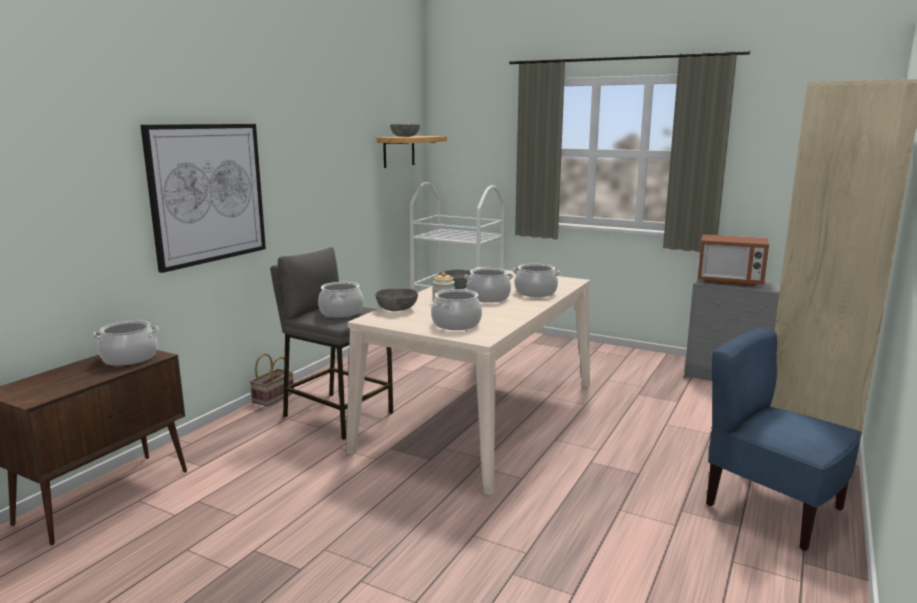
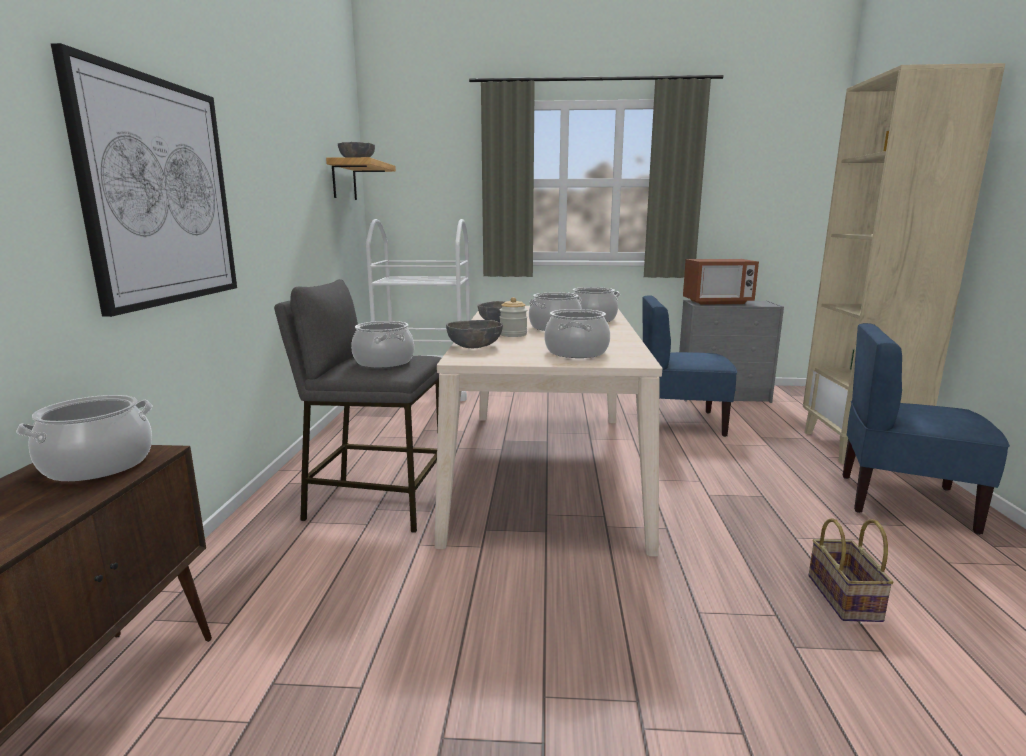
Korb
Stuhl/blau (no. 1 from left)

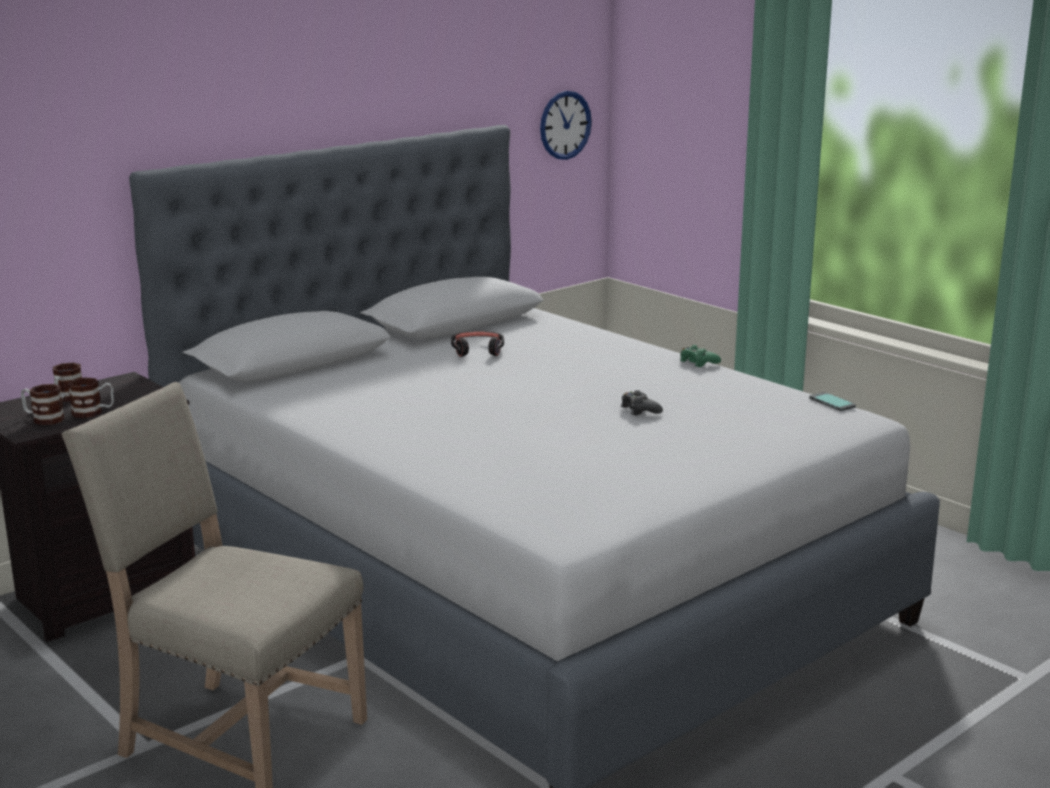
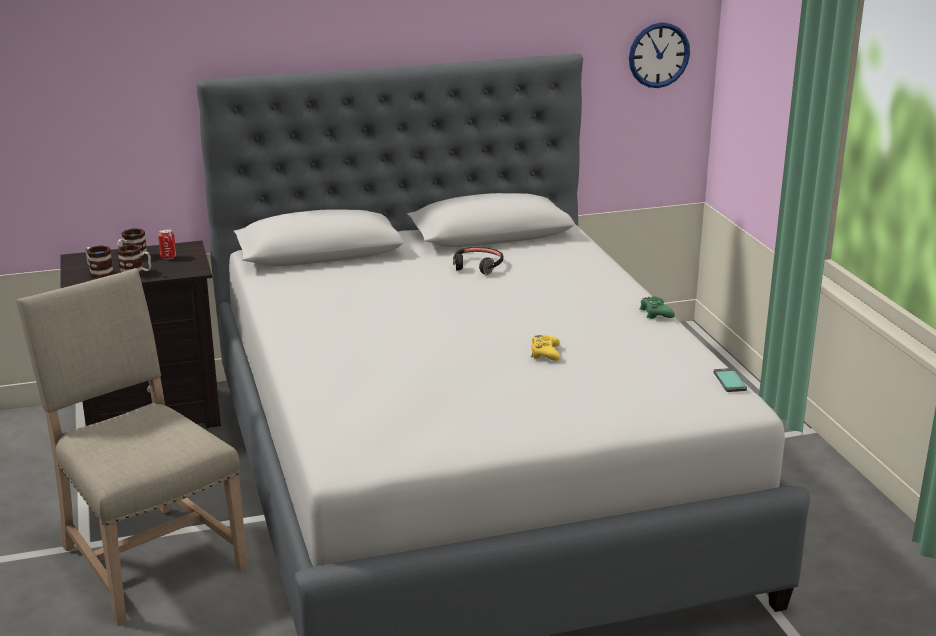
Gamepad/gelb
Dose

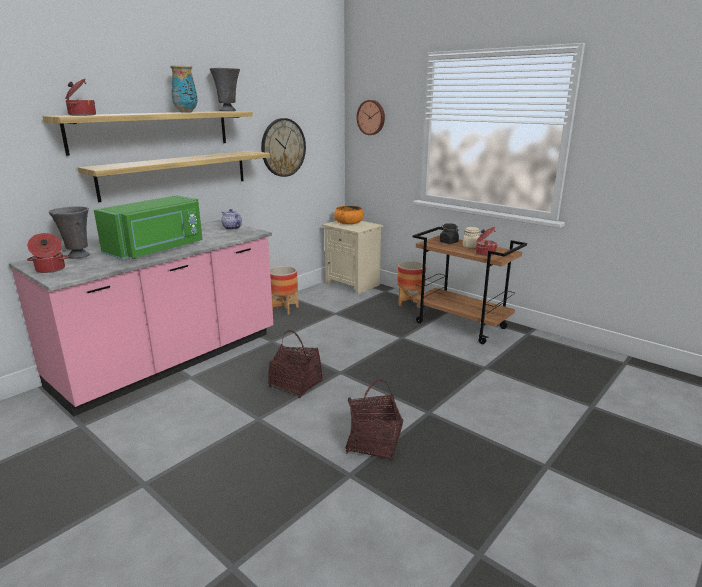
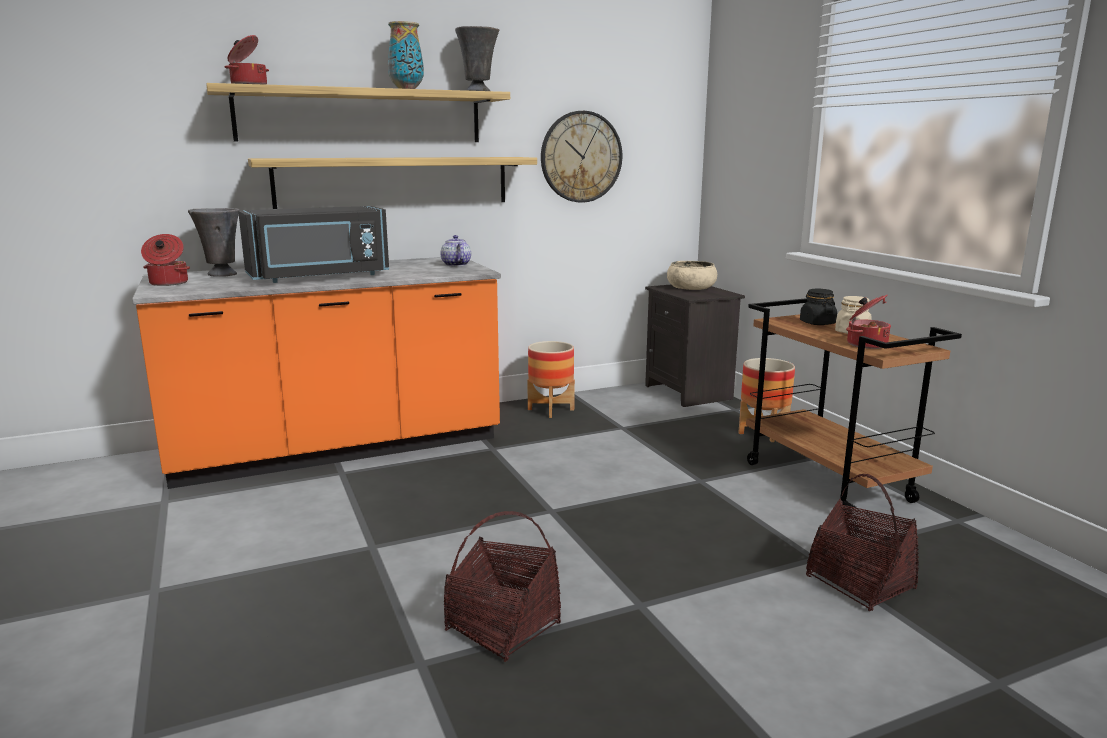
Küchenzeile/orange
Mikrowelle/schwarz
Korb (no. 2 from left)
Nachttisch/schwarz
Schüssel/beige
Wanduhr (no. 2 from left in the first image)

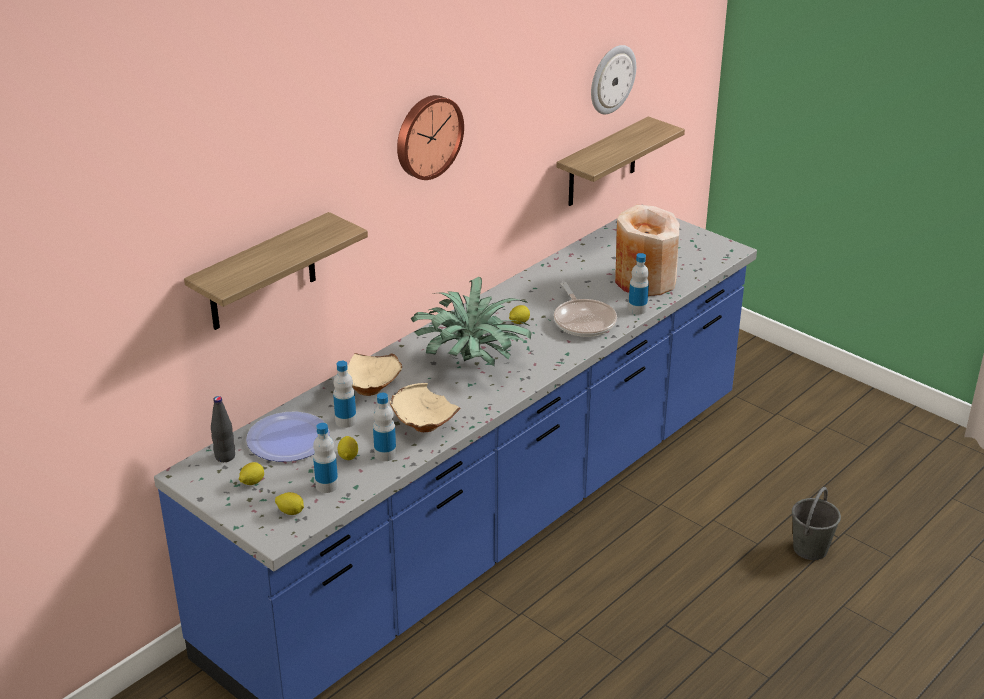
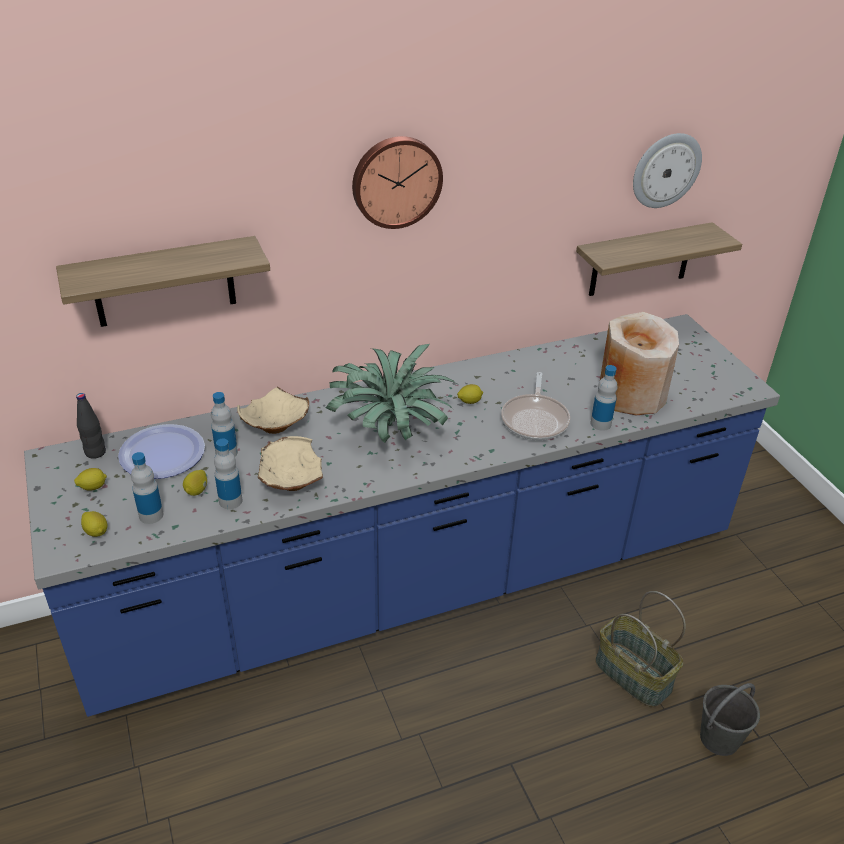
Korb

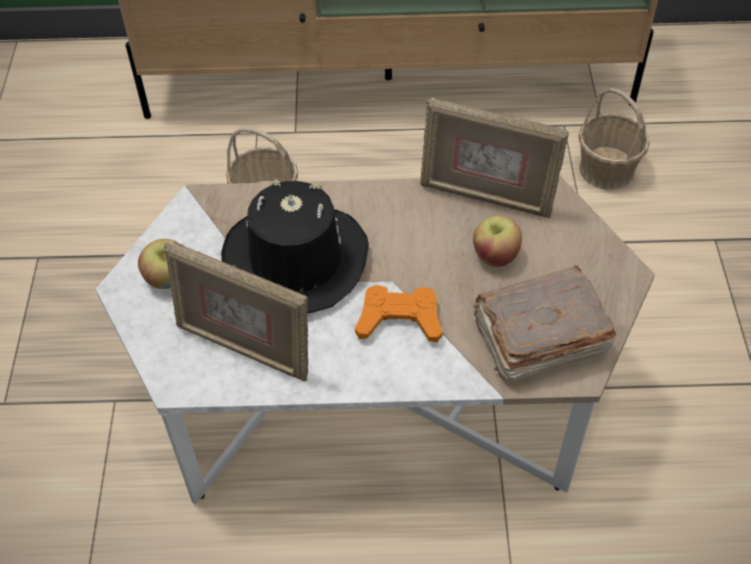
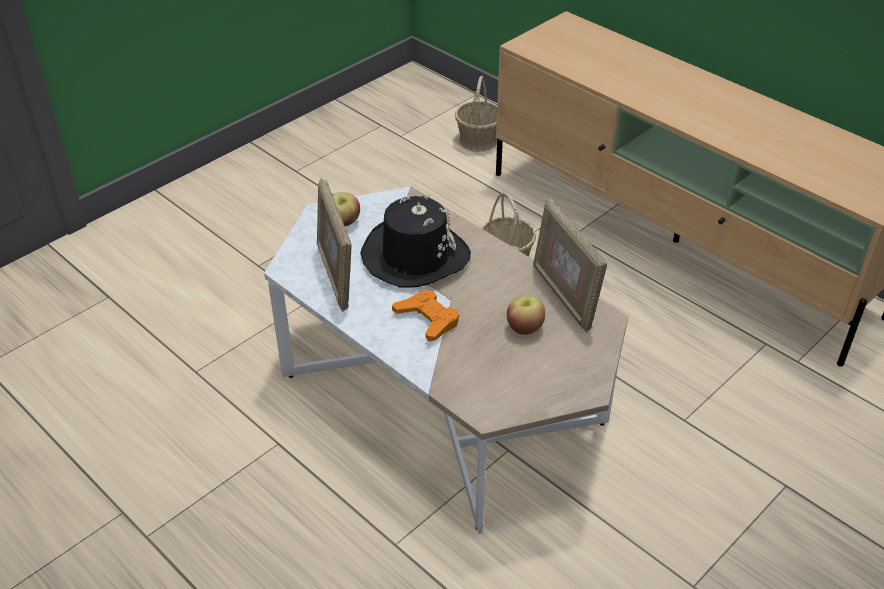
Buch/braun
Korb (no. 1 from left)

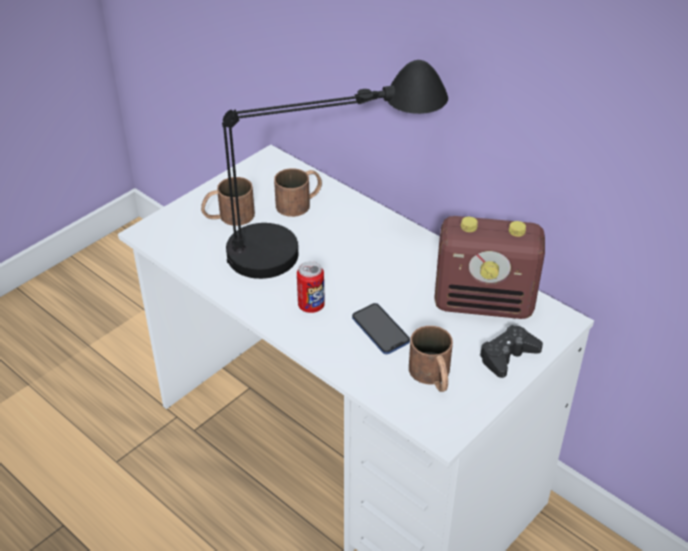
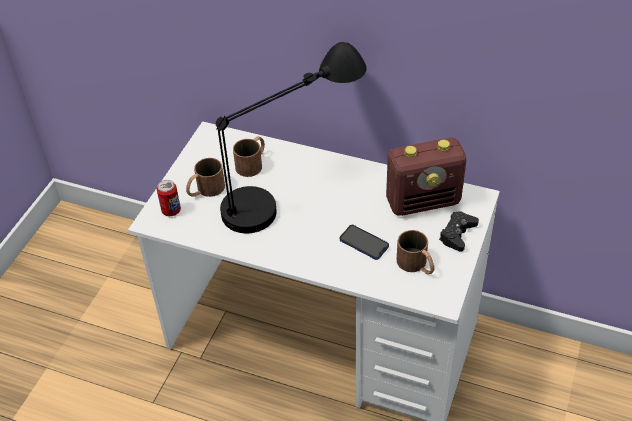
Dose

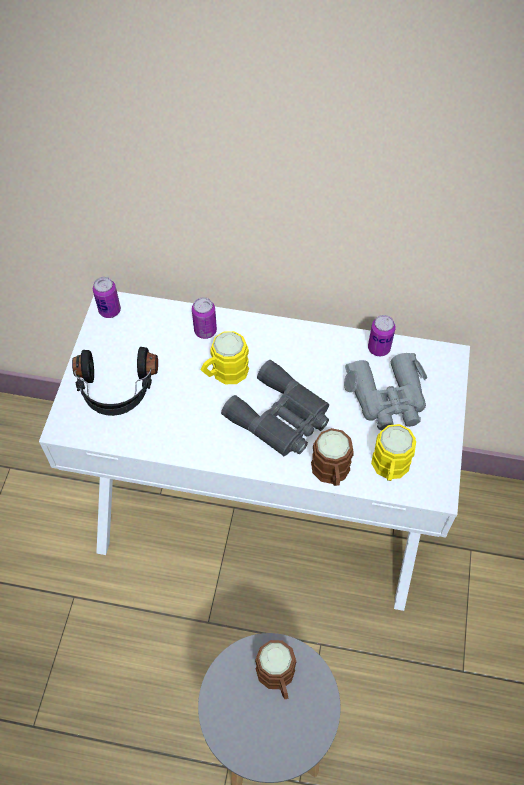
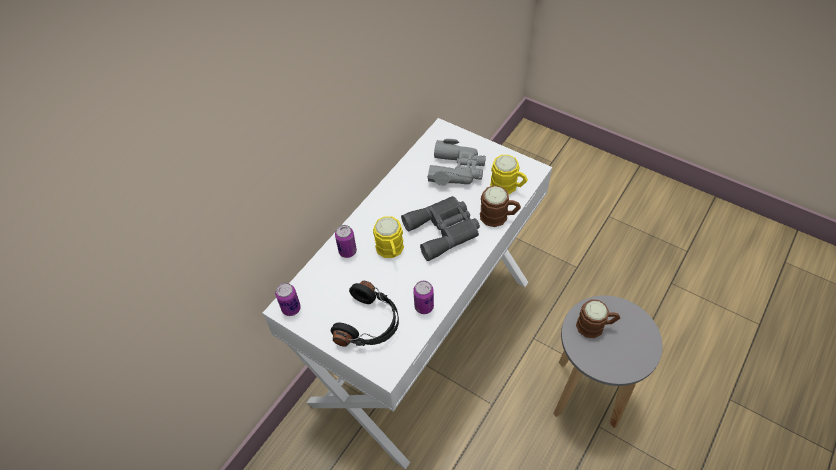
Dose (no. 3 from left)

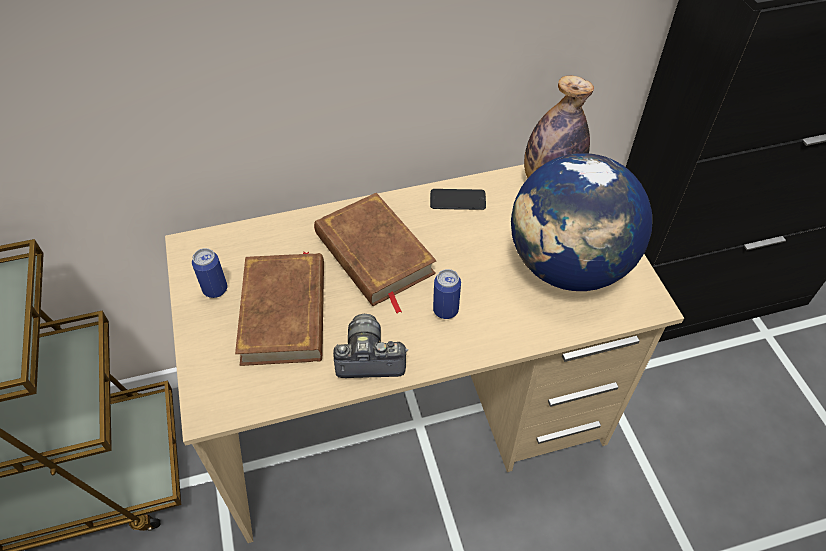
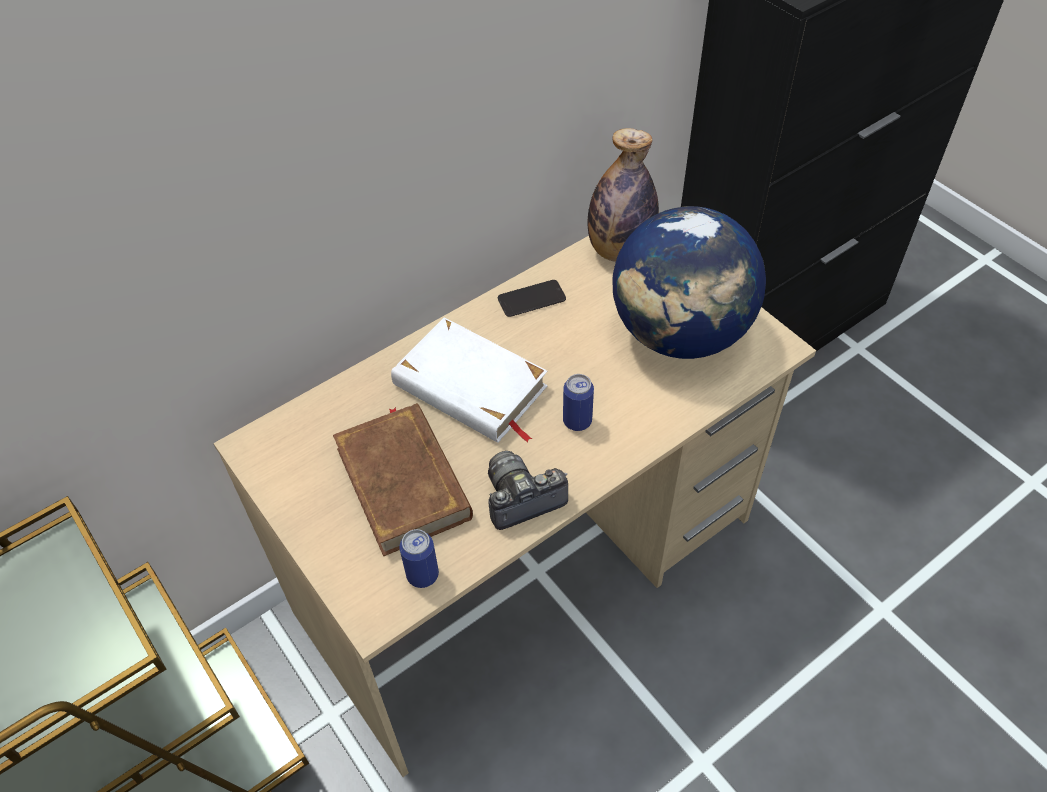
Dose (no. 1 from left)
Buch/weiß

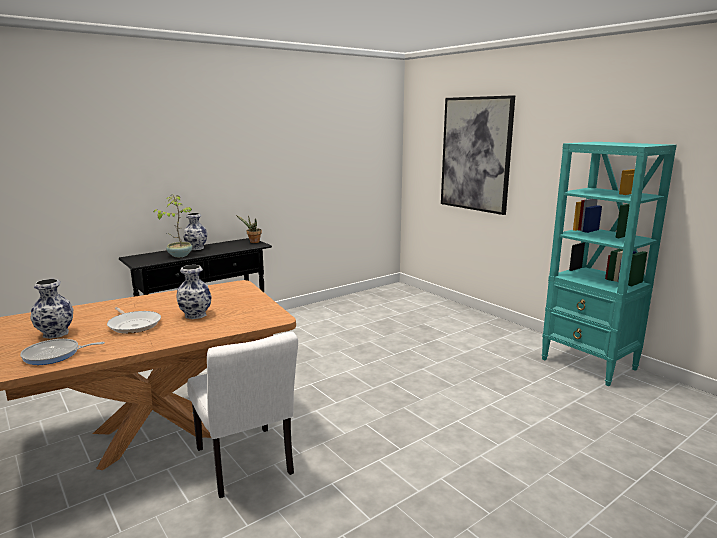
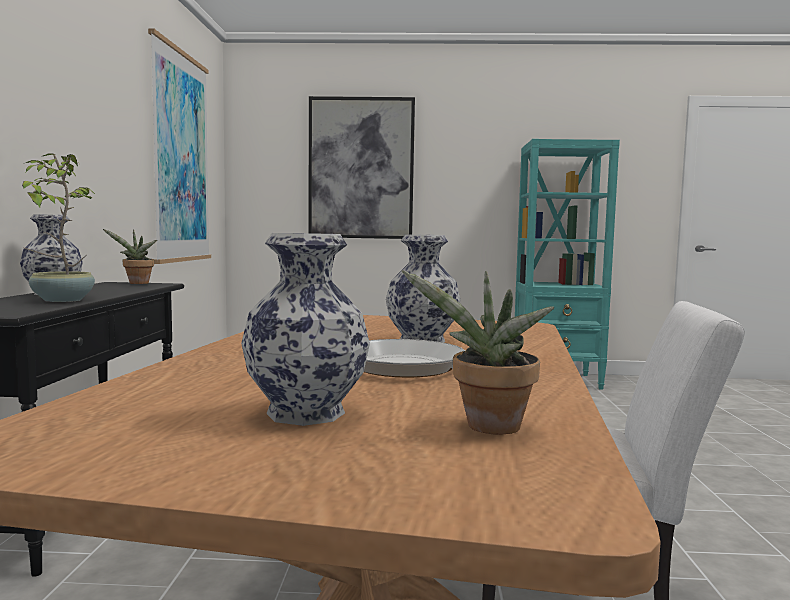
Topfpflanze (no. 3 from left)
Bild (no. 1 from left)

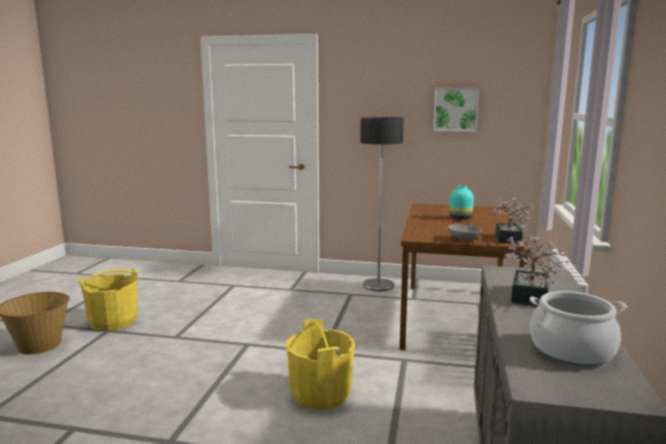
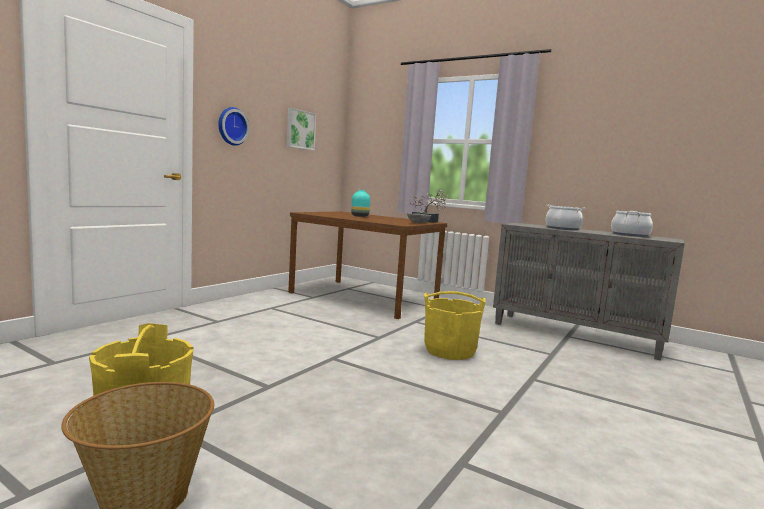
Stehlampe
Kochtopf (no. 1 from left)
Wanduhr

